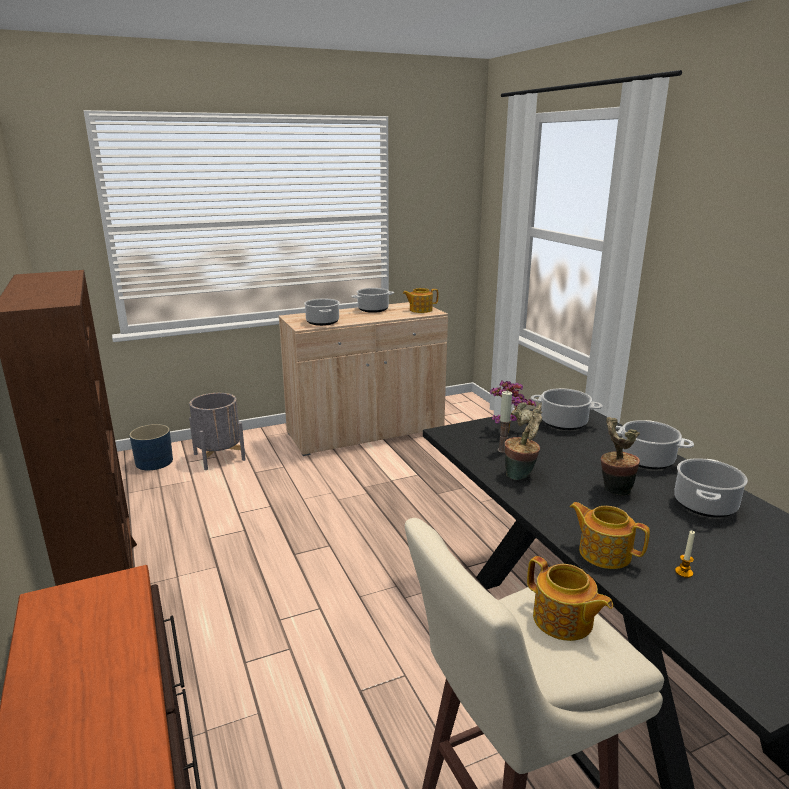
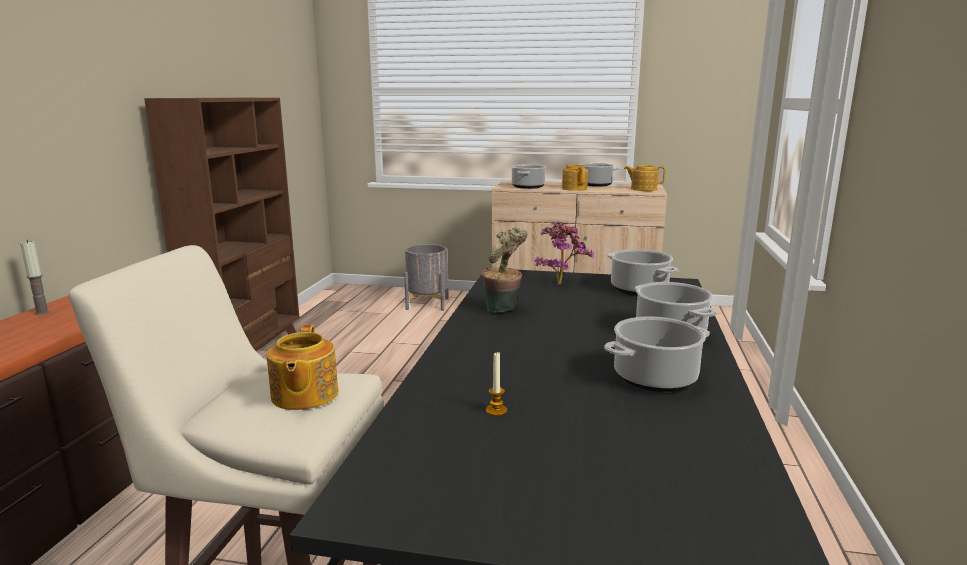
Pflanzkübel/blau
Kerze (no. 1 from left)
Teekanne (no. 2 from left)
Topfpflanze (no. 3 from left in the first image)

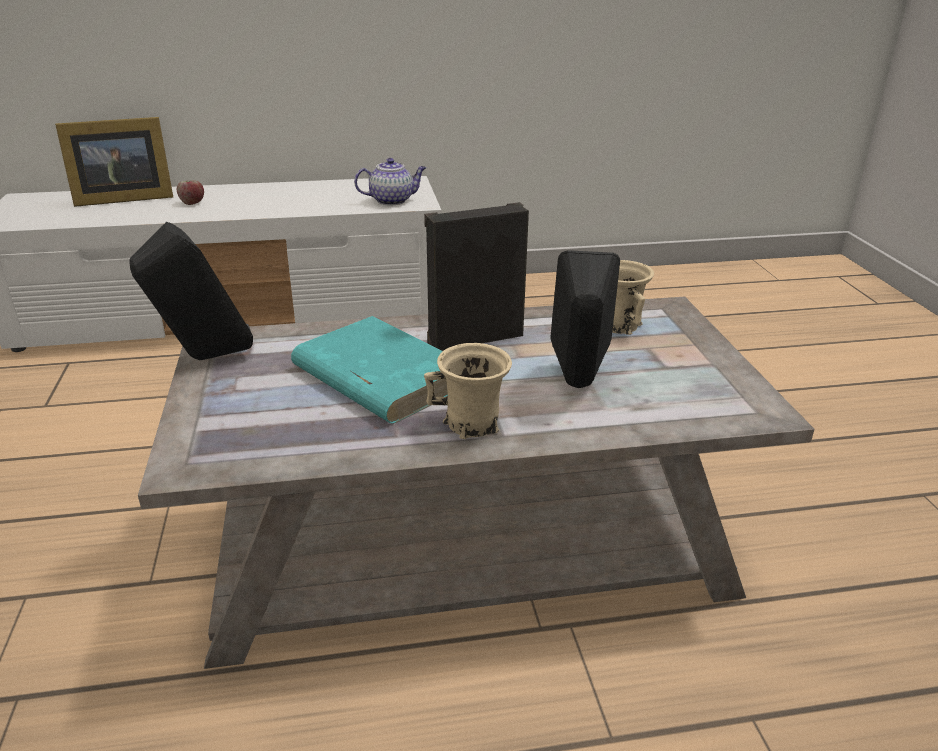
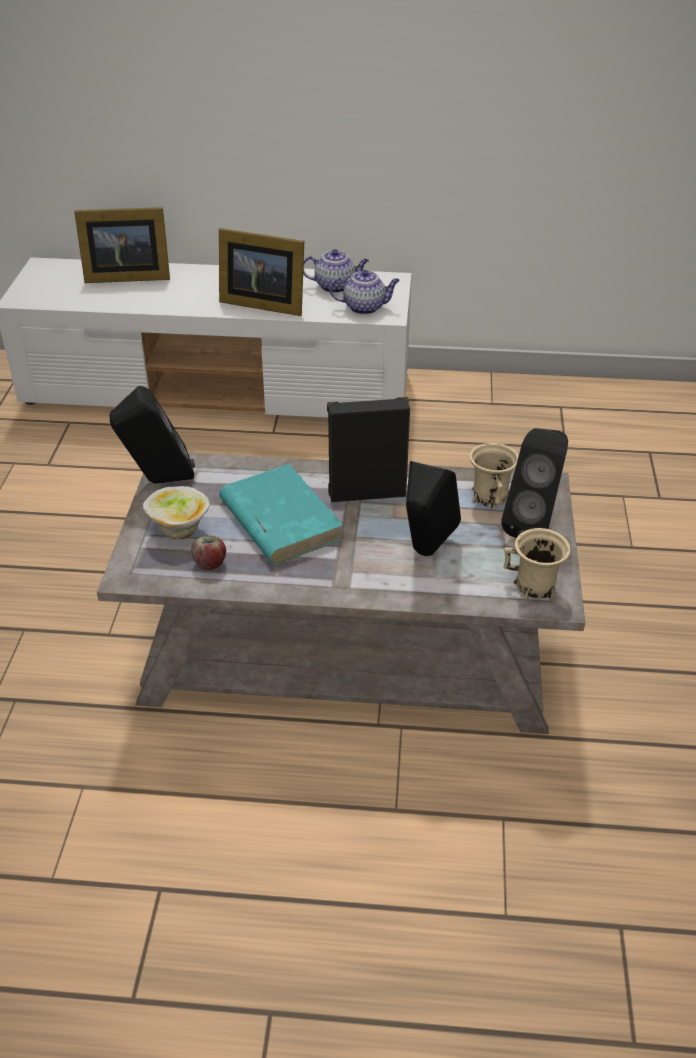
Apfel
Henkelbecher/beige (no. 2 from left)
Schüssel
Bilderrahmen (no. 2 from left)
Teekanne (no. 1 from left)
Lautsprecher/schwarz (no. 4 from left)

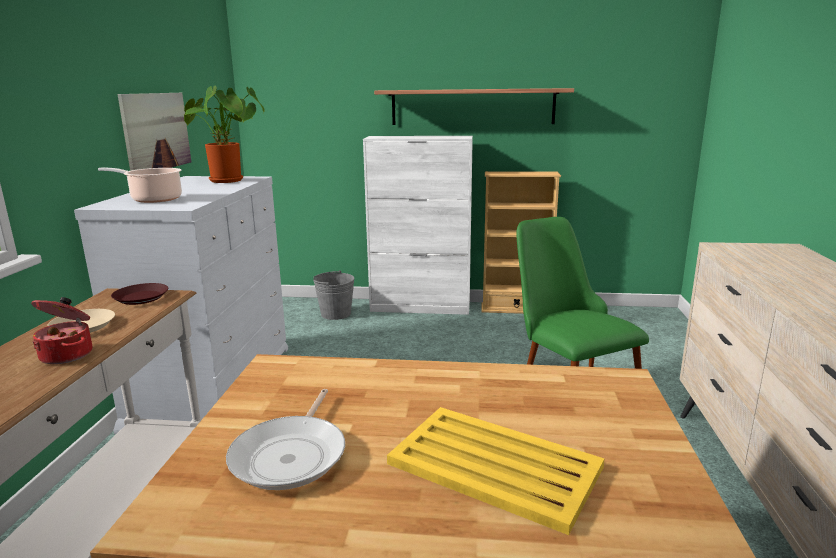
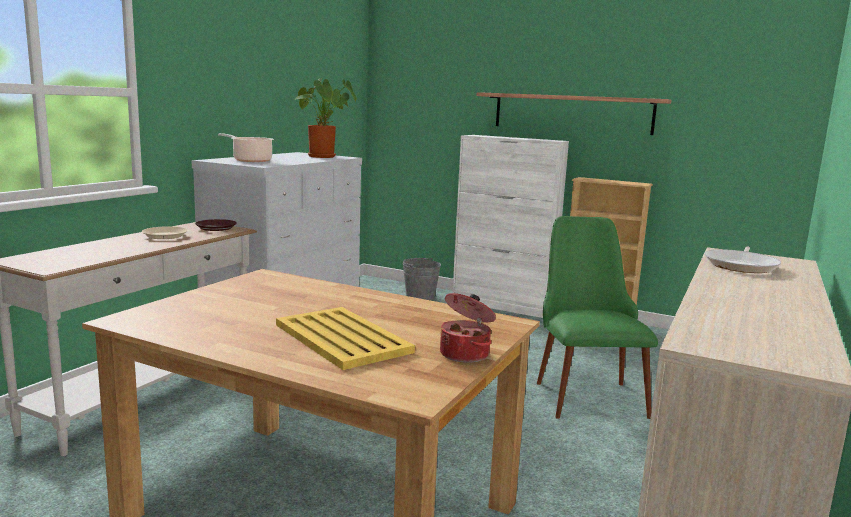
Kochtopf (no. 2 from left)
Bild
Pfanne

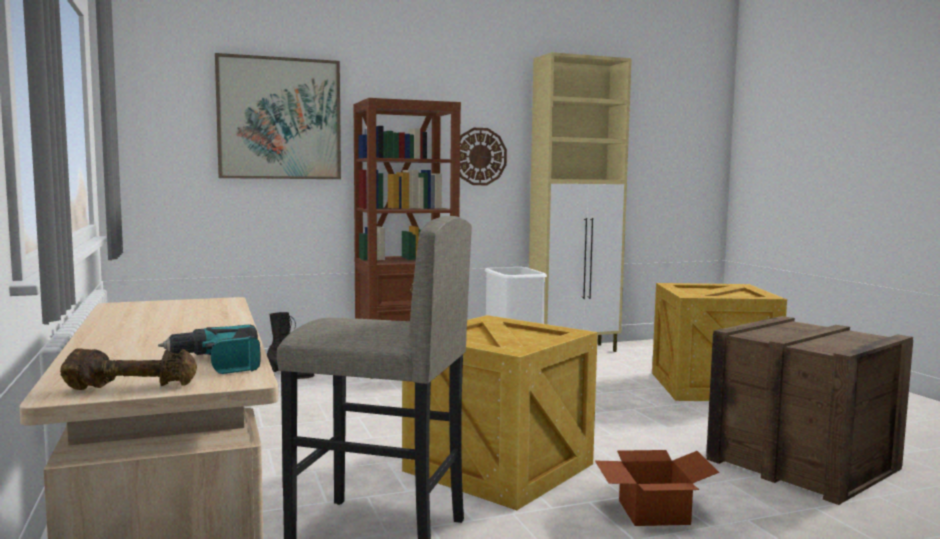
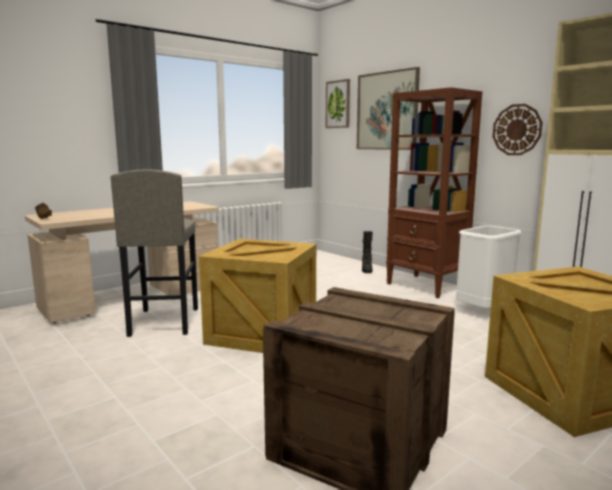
Bohrmaschine
Karton
Bild (no. 1 from left)

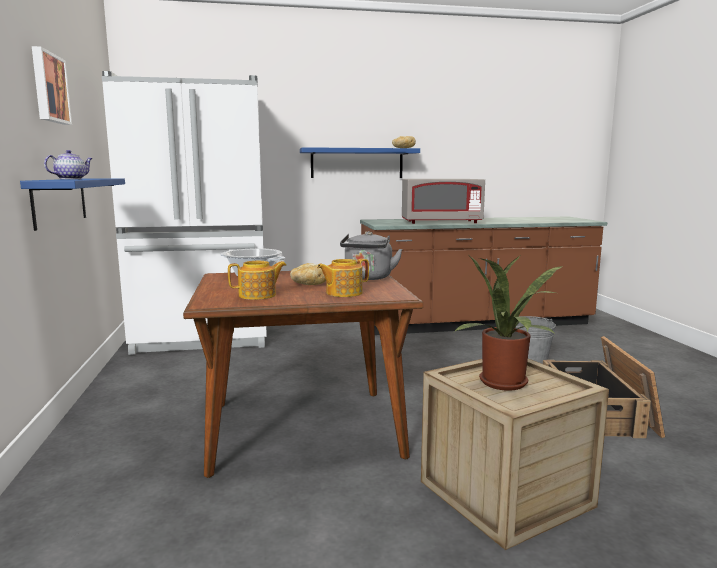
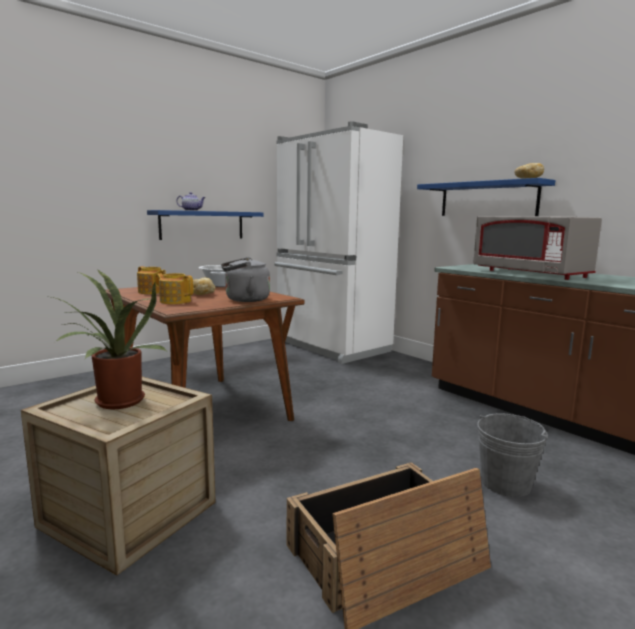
Bild

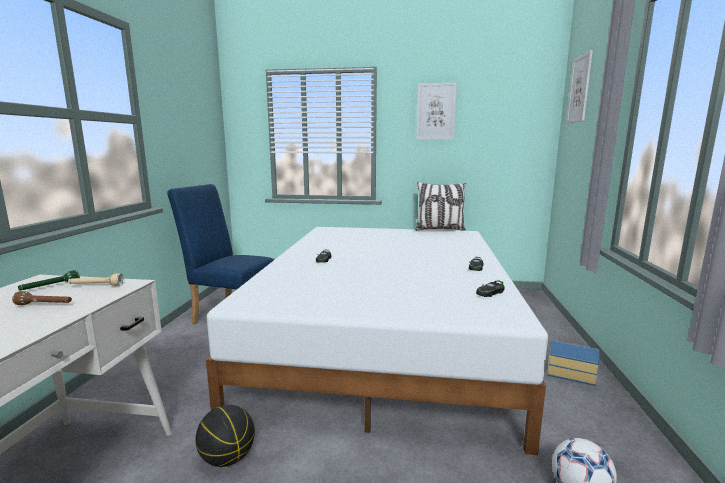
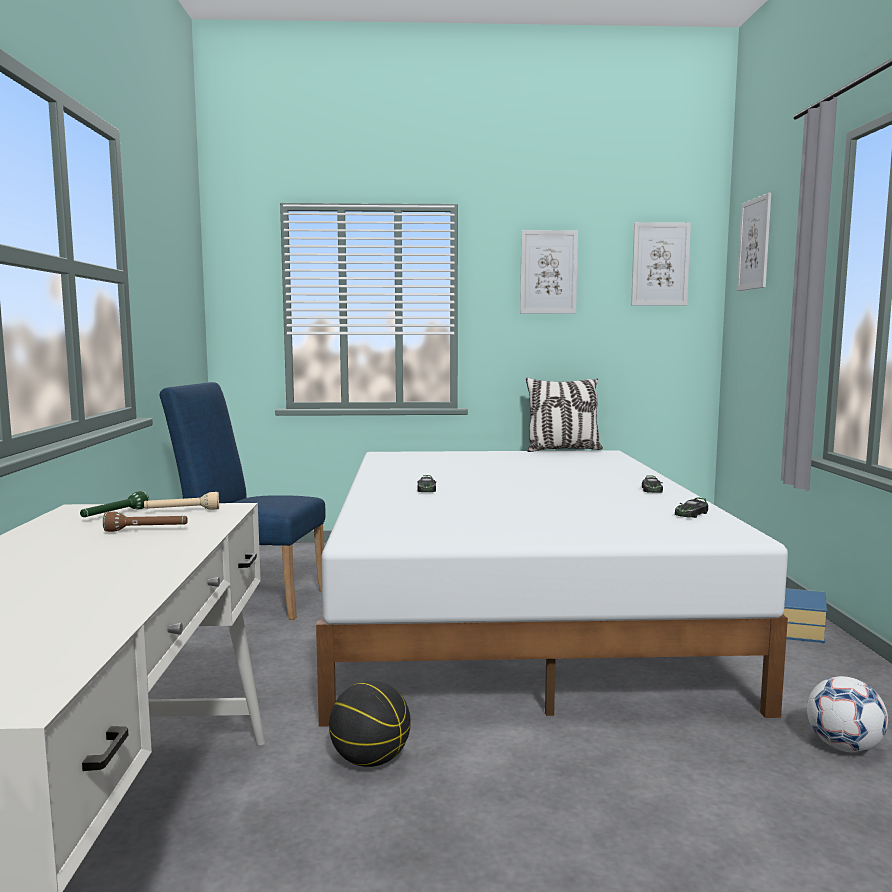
Bild (no. 2 from left)

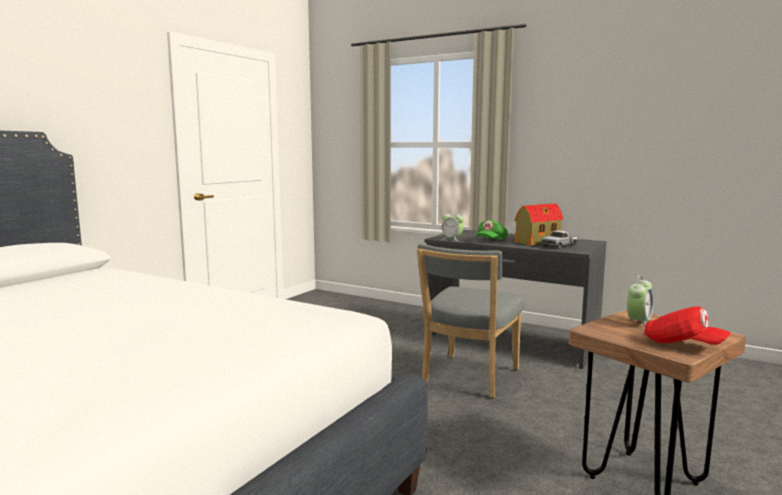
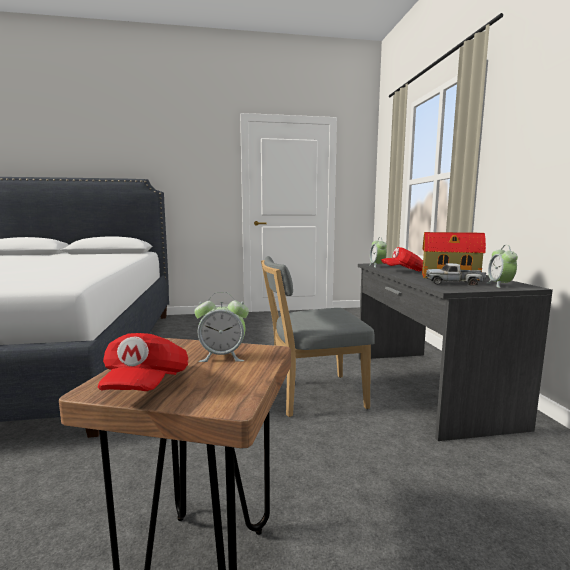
Kappe/rot (no. 2 from left)
Wecker (no. 3 from left)

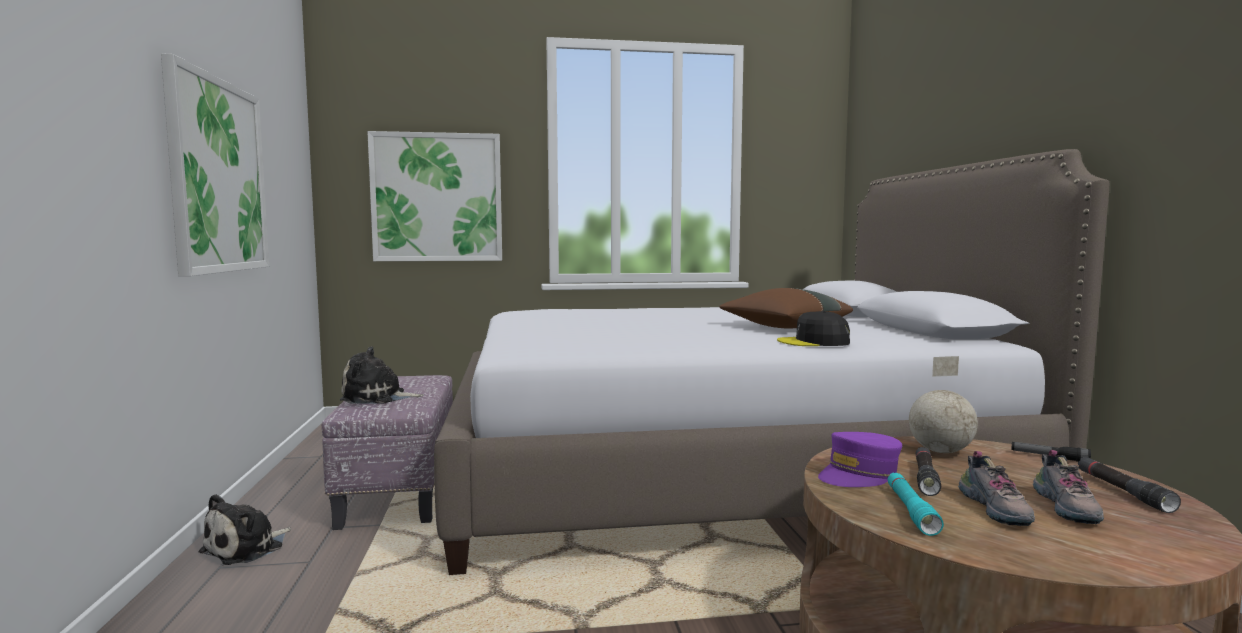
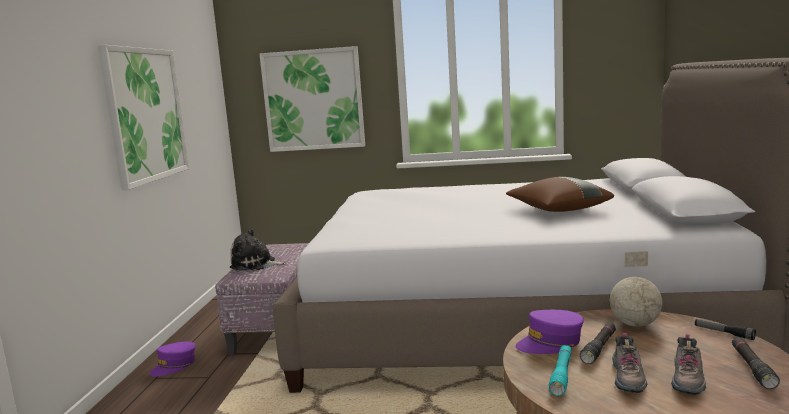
Kappe/lila (no. 1 from left)
Kappe/schwarz

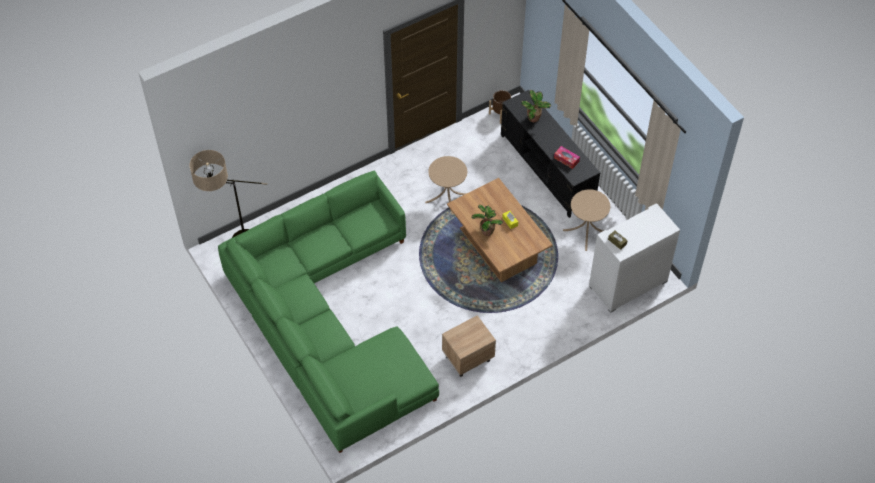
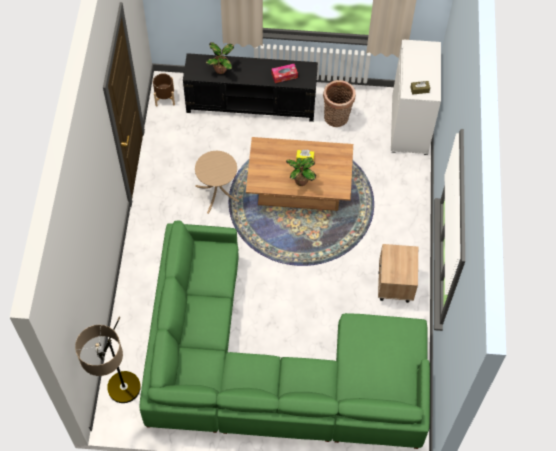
Korb

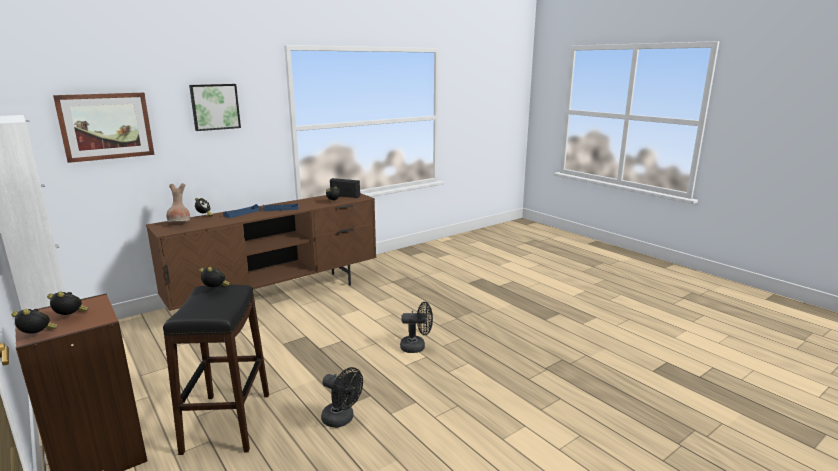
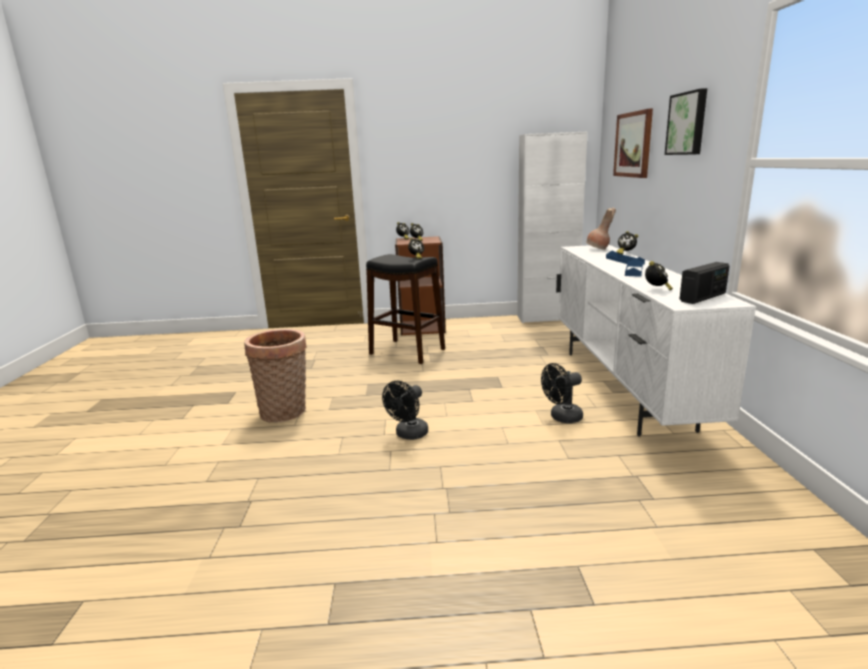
Fernsehschrank/weiß
Ventilator/schwarz (no. 2 from left)
Korb

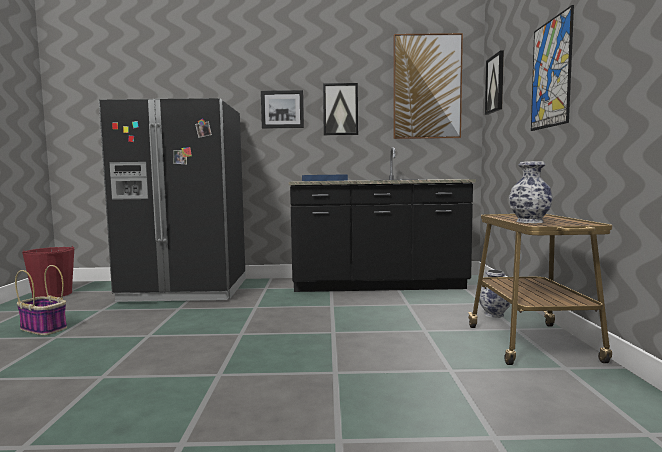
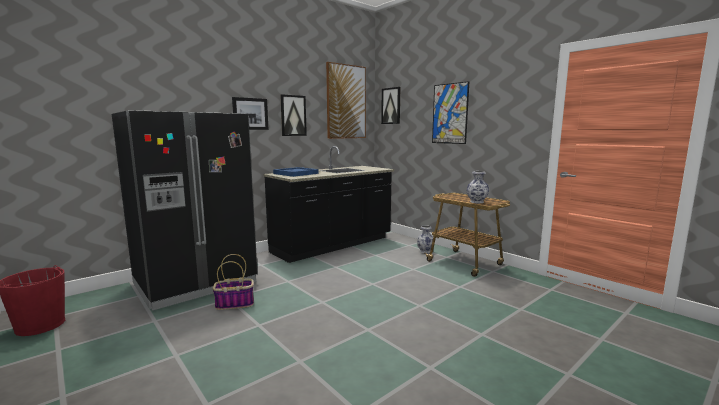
Korb

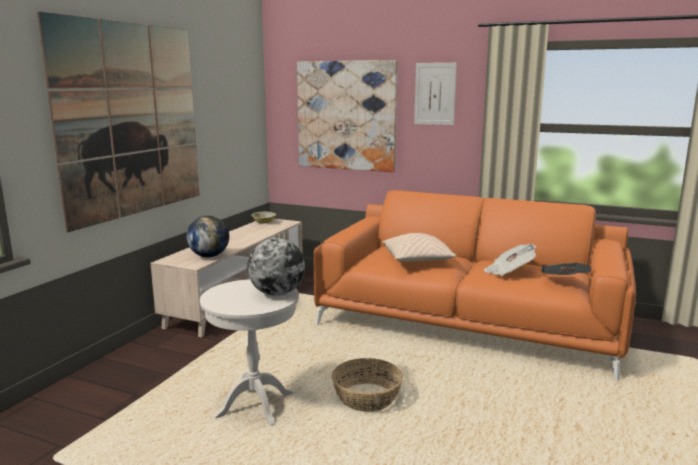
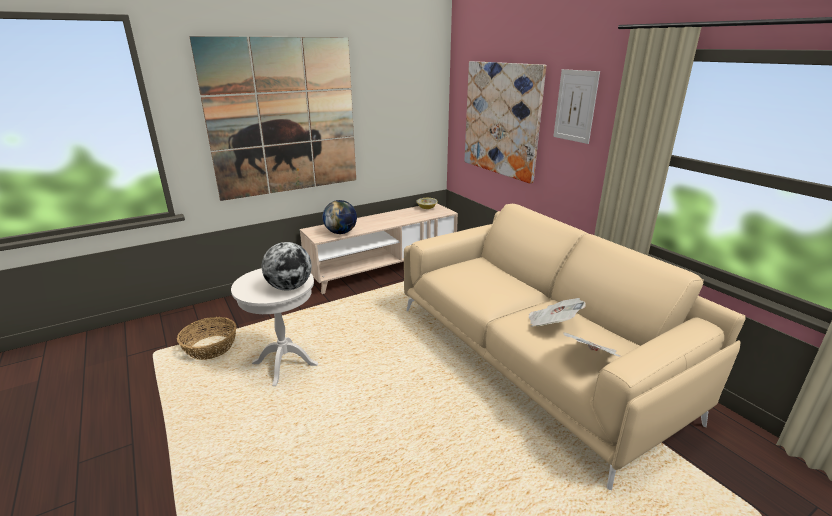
Sofa/beige
Korb
Kissen/beige

